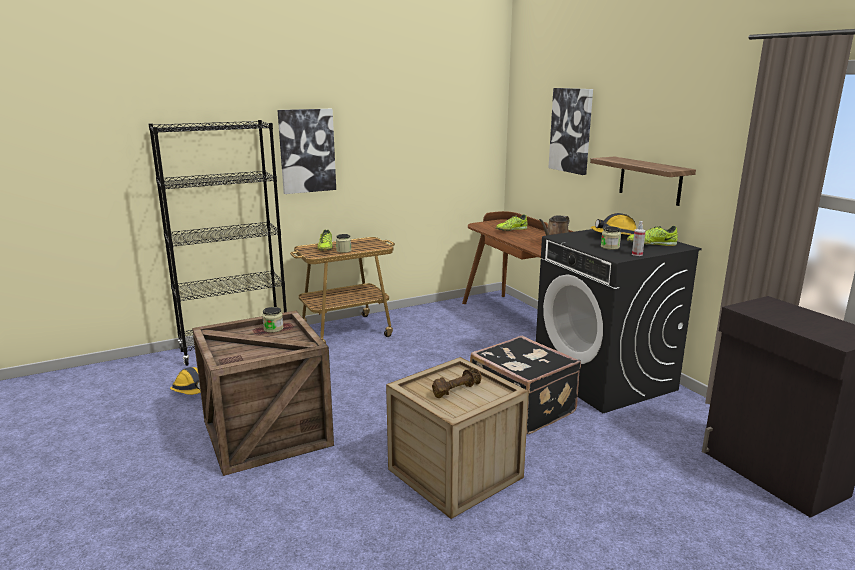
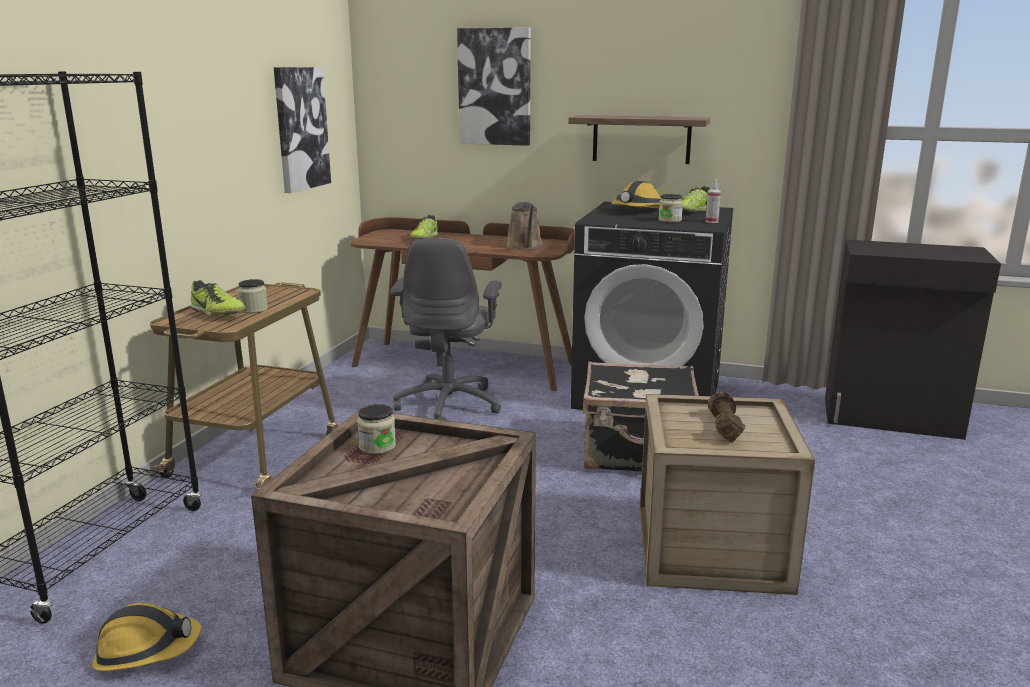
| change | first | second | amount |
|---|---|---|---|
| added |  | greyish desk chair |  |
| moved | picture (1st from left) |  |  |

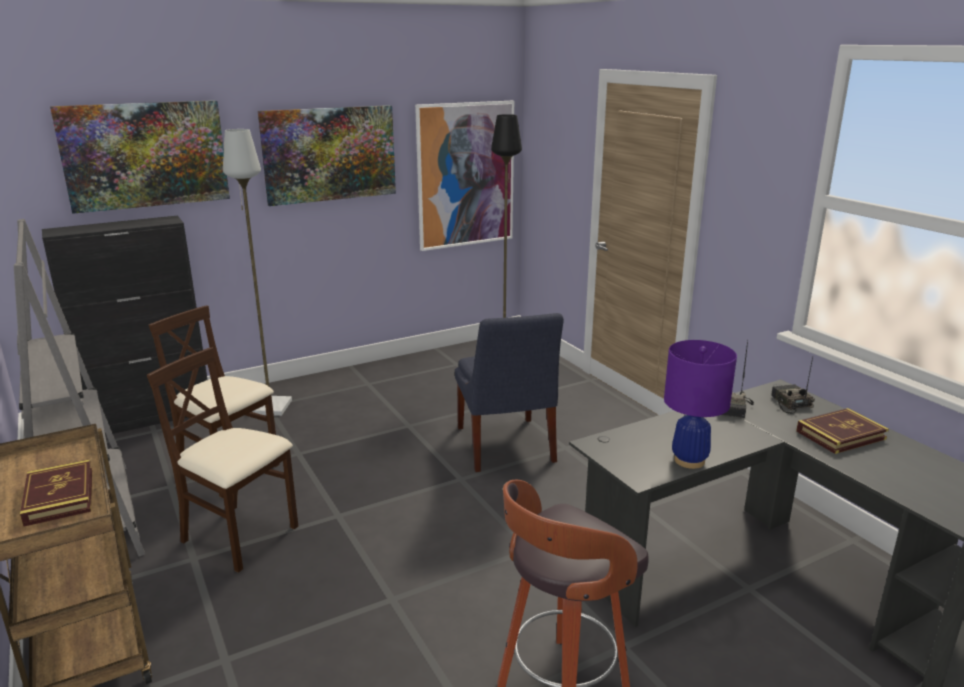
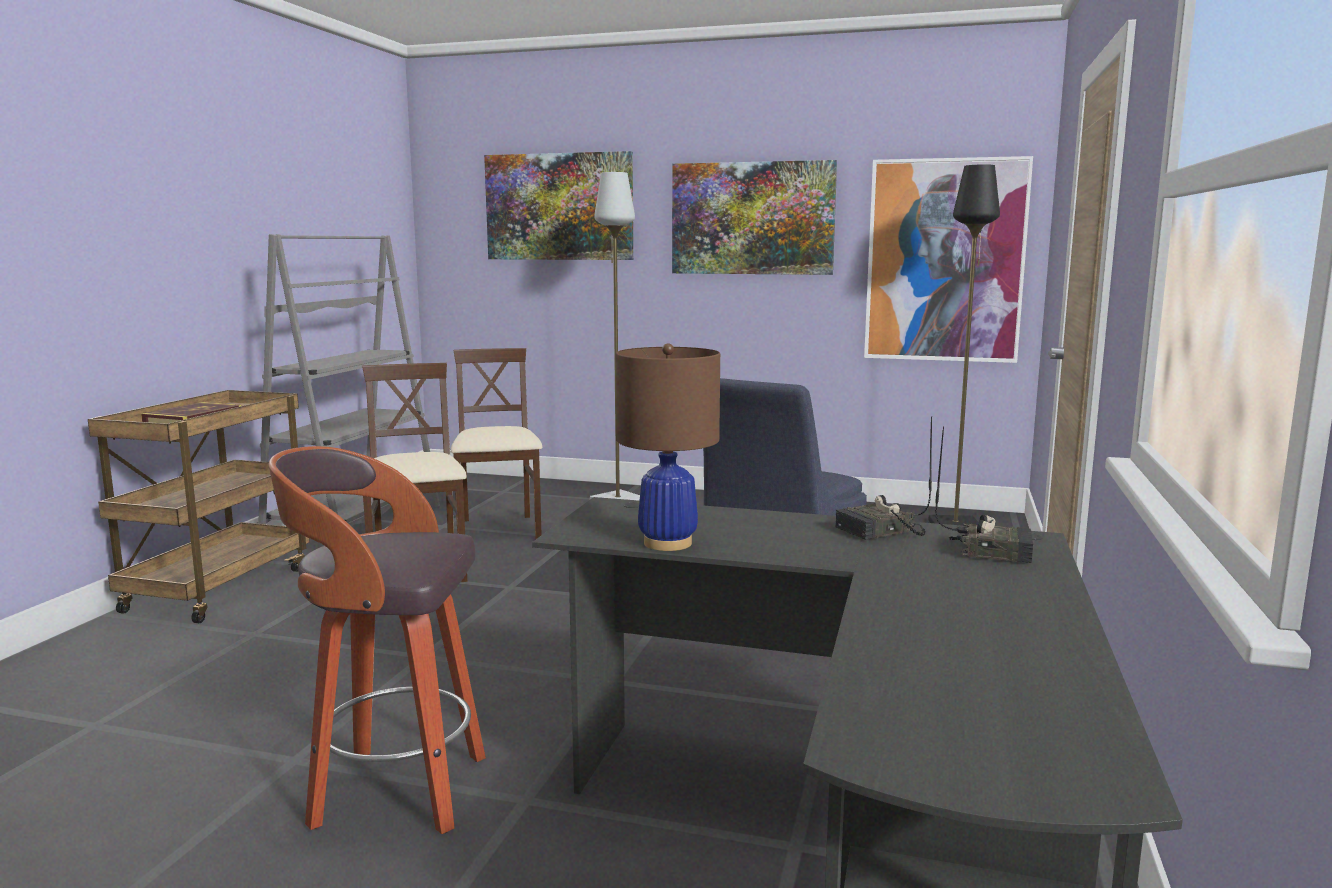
| change | first | second | amount |
|---|---|---|---|
| removed | black cabinet |  |  |
| removed | volume (2nd from left) |  |  |
| recoloured | purplish lamp for a table | brownish lamp for a table |  |
| turned | radio set (2nd from left) |  | 75 degrees clockwise |

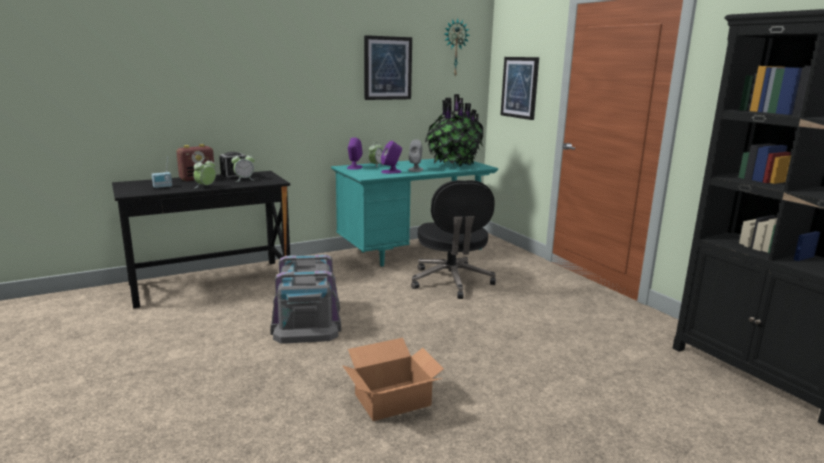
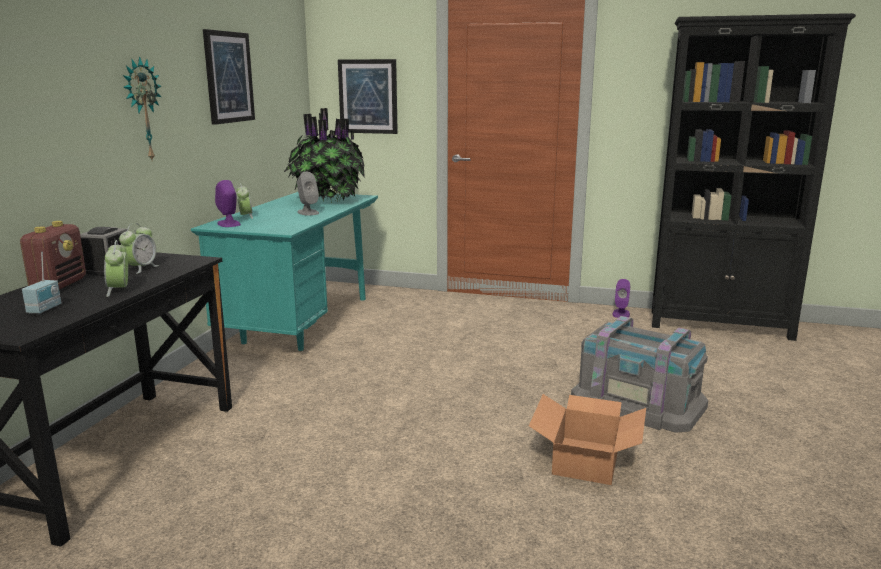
| change | first | second | amount |
|---|---|---|---|
| removed | black desk chair |  |  |
| moved | greyish storage container |  |  |
| moved | purplish speaker (2nd from left) |  |  |
| moved | wall clock |  |  |

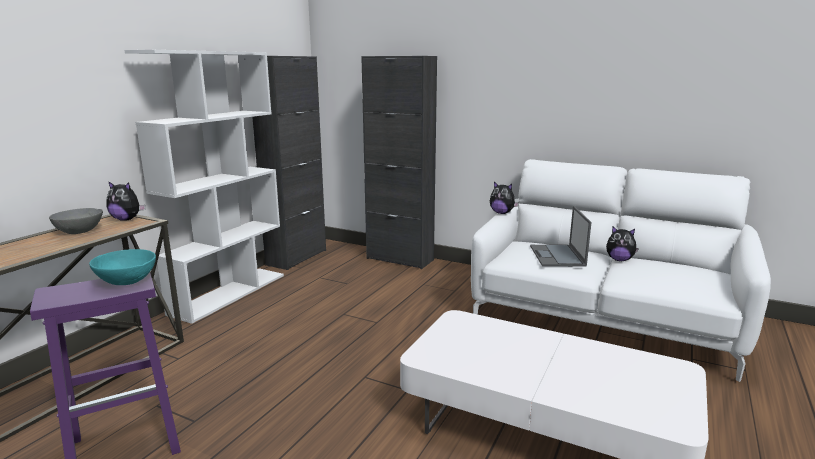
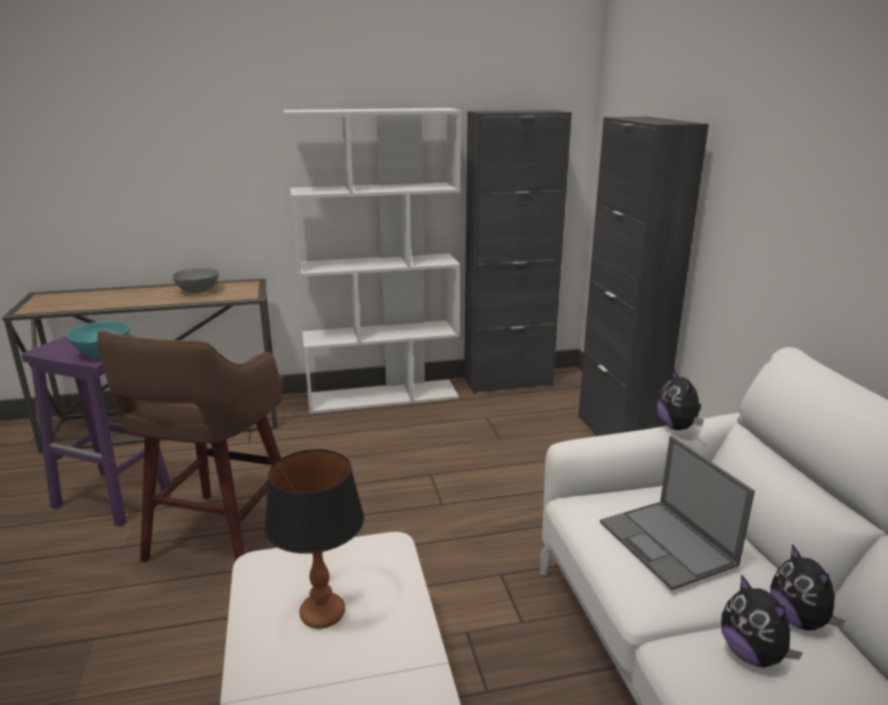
| change | first | second | amount |
|---|---|---|---|
| added |  | brownish stool seat |  |
| added |  | lamp for a table |  |
| moved | cuddly toy (1st from left in the first image) | cuddly toy (2nd from left) |  |
| turned | laptop |  | 75 degrees counterclockwise |

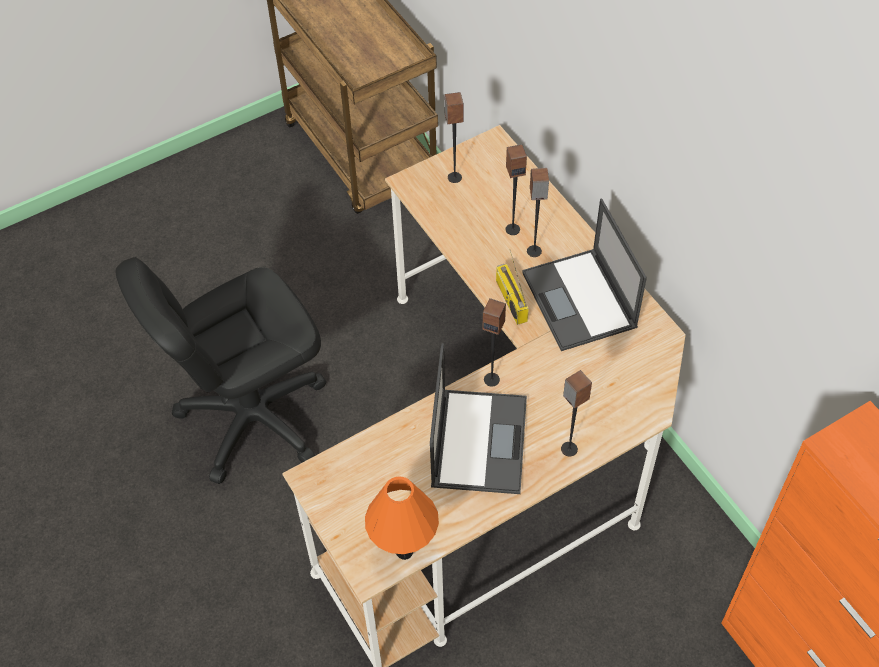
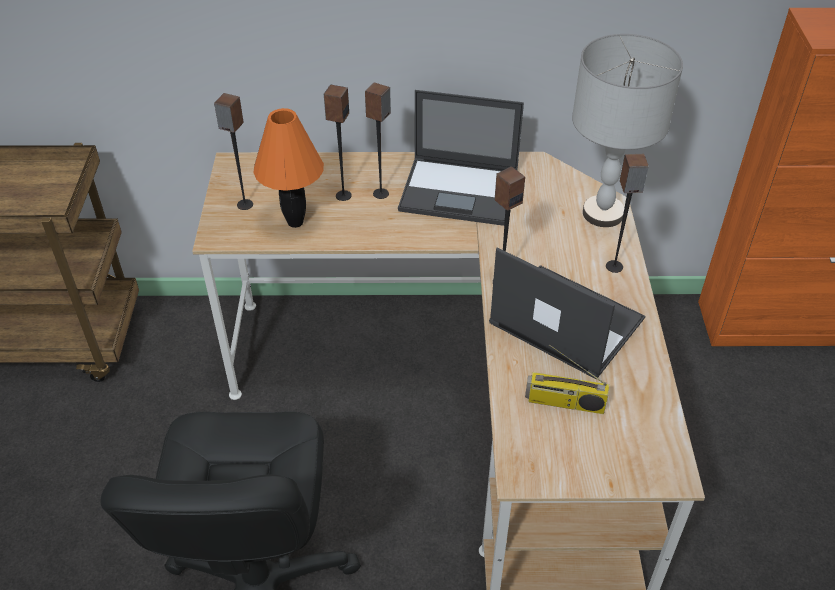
| change | first | second | amount |
|---|---|---|---|
| added |  | greyish lamp for a table |  |
| moved | orangey lamp for a table |  |  |
| moved | radio set |  |  |

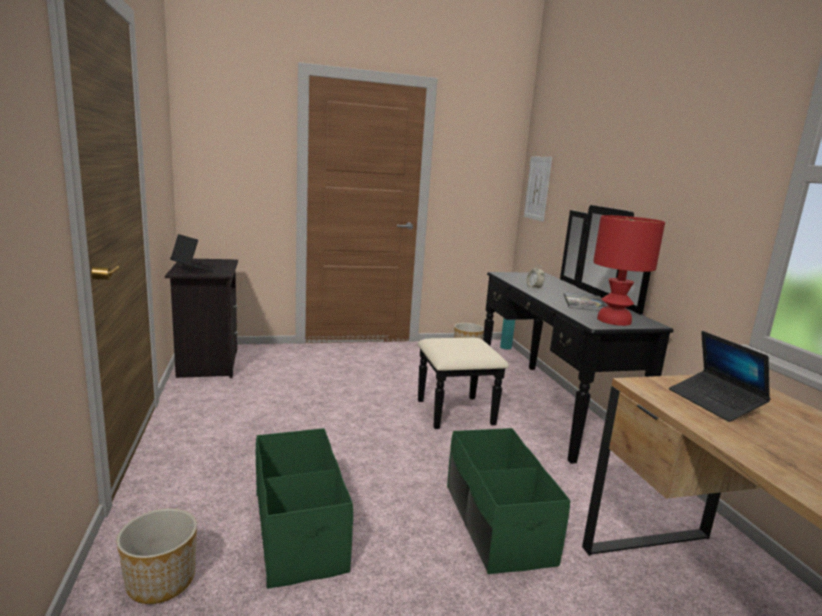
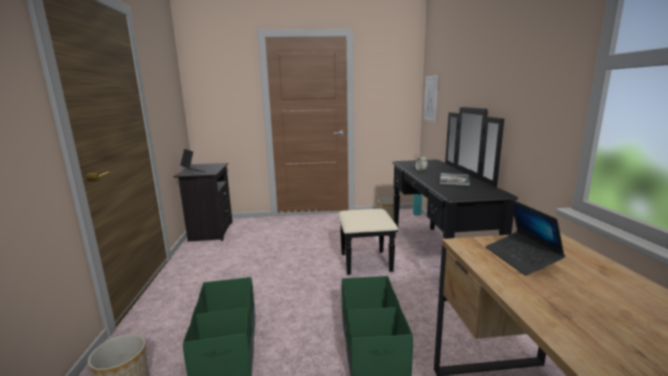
| change | first | second | amount |
|---|---|---|---|
| removed | reddish lamp for a table |  |  |

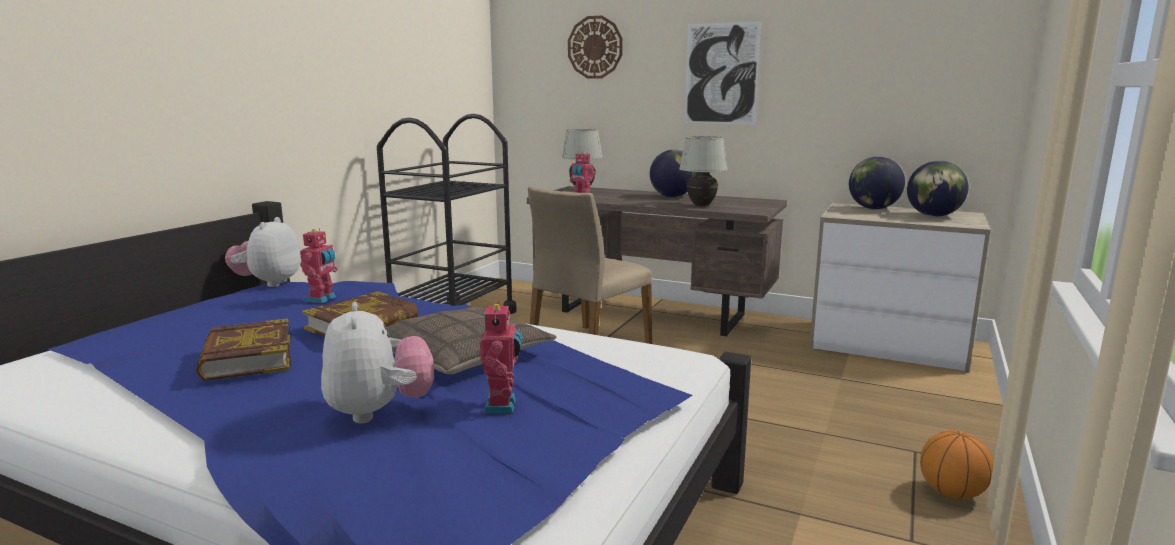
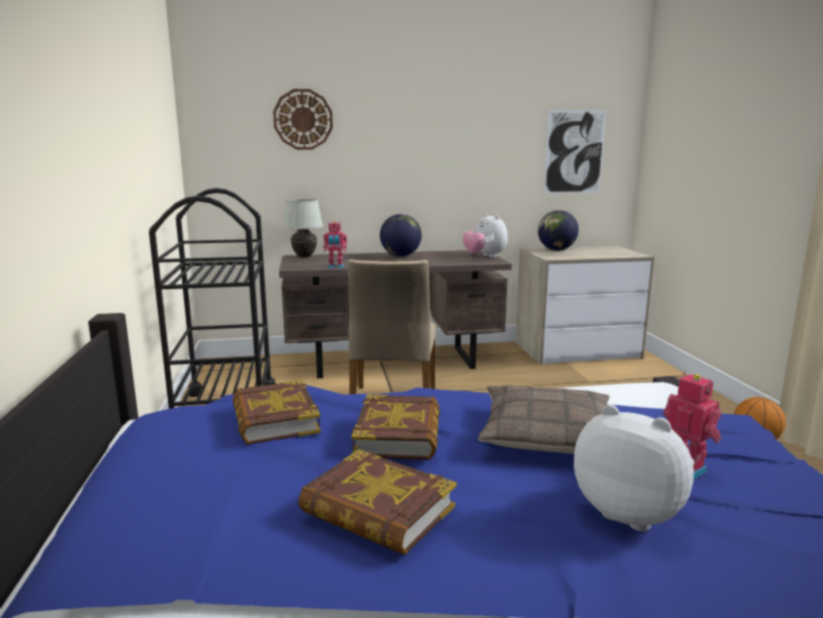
| change | first | second | amount |
|---|---|---|---|
| removed | white lamp for a table (2nd from left) |  |  |
| removed | desk globe (3rd from left) |  |  |
| moved | cuddly toy (1st from left) |  |  |
| moved | picture |  |  |
| replaced | model robot (1st from left) | volume (1st from left) |  |

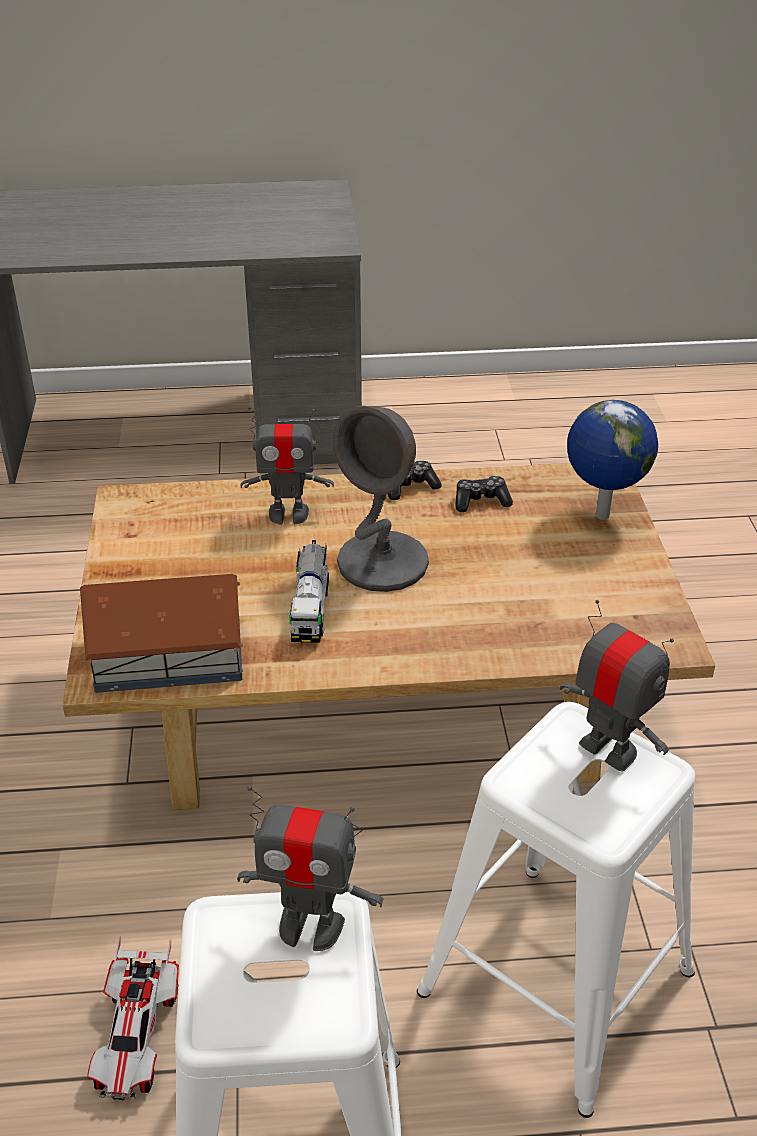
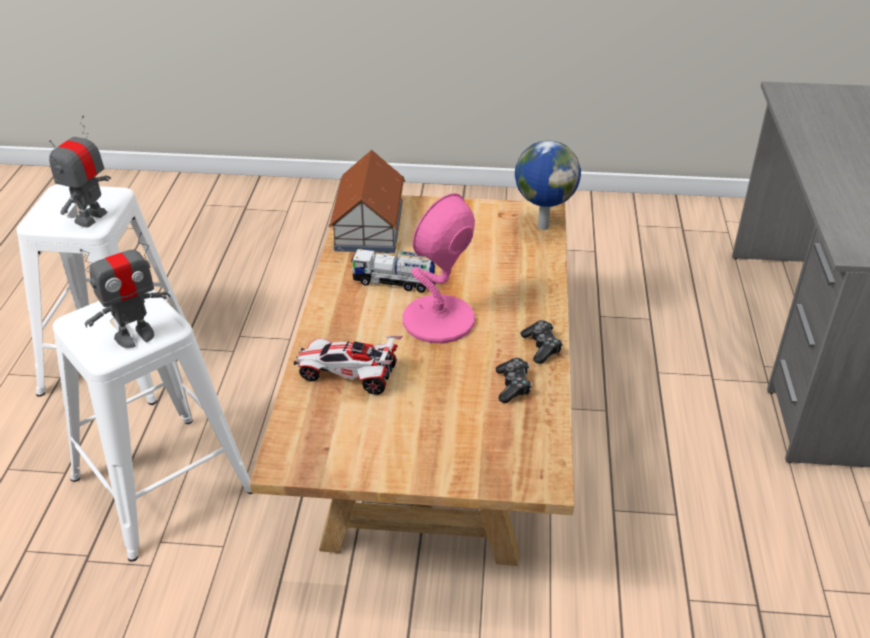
| change | first | second | amount |
|---|---|---|---|
| removed | model robot (1st from left) |  |  |
| moved | model car |  |  |
| moved | desk globe |  |  |
| recoloured | greyish lamp for a table | pink lamp for a table |  |

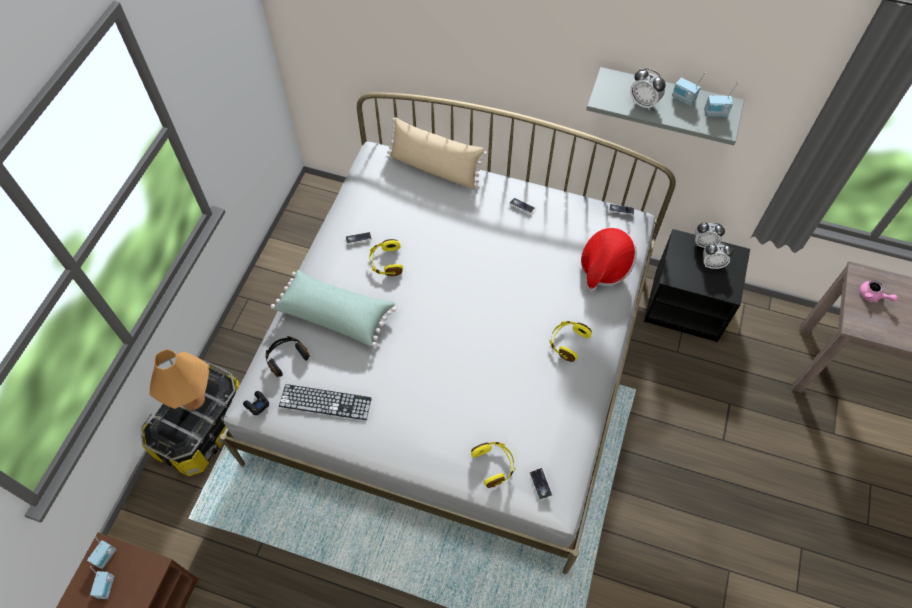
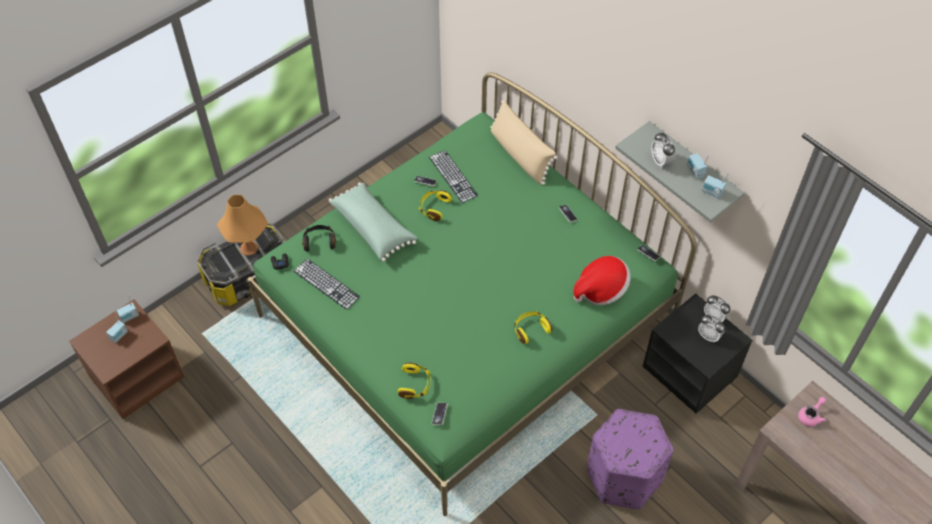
| change | first | second | amount |
|---|---|---|---|
| added |  | keyboard (2nd from left) |  |
| added |  | purplish footrest |  |
| recoloured | white bedroom bed | green-coloured bedroom bed |  |
| turned | pink tea pot |  | 120 degrees counterclockwise |

